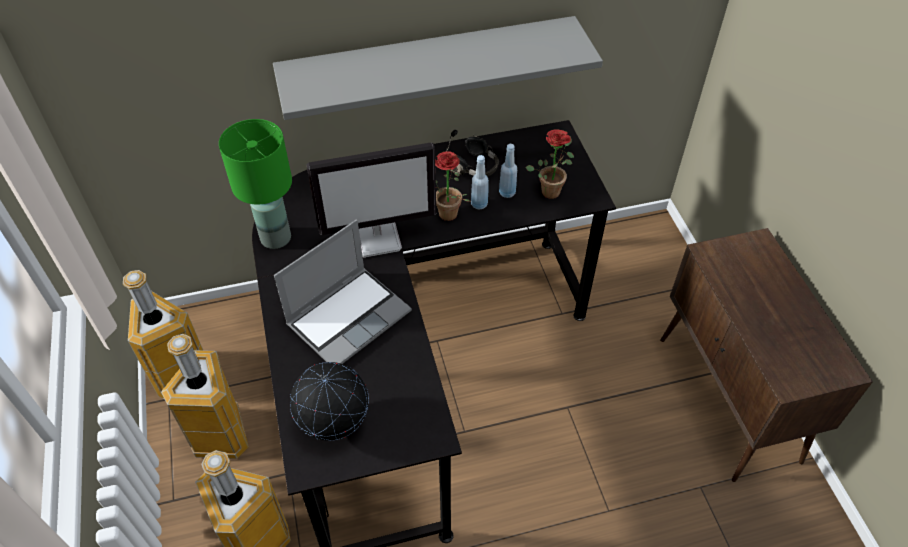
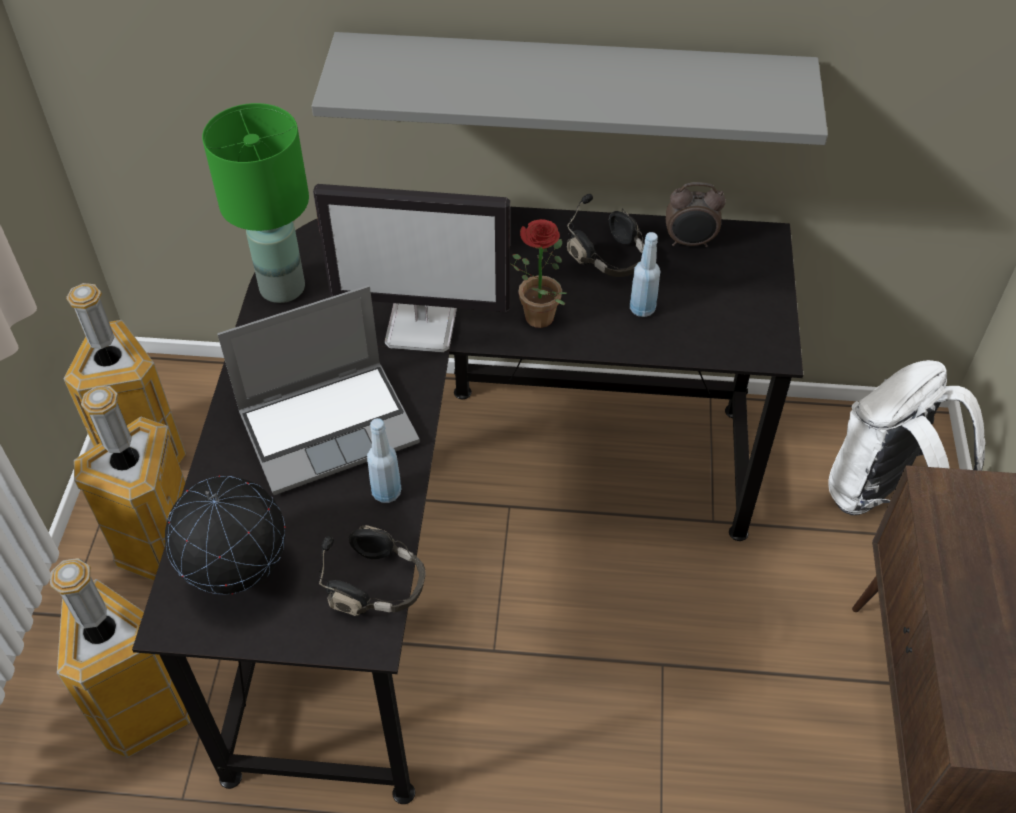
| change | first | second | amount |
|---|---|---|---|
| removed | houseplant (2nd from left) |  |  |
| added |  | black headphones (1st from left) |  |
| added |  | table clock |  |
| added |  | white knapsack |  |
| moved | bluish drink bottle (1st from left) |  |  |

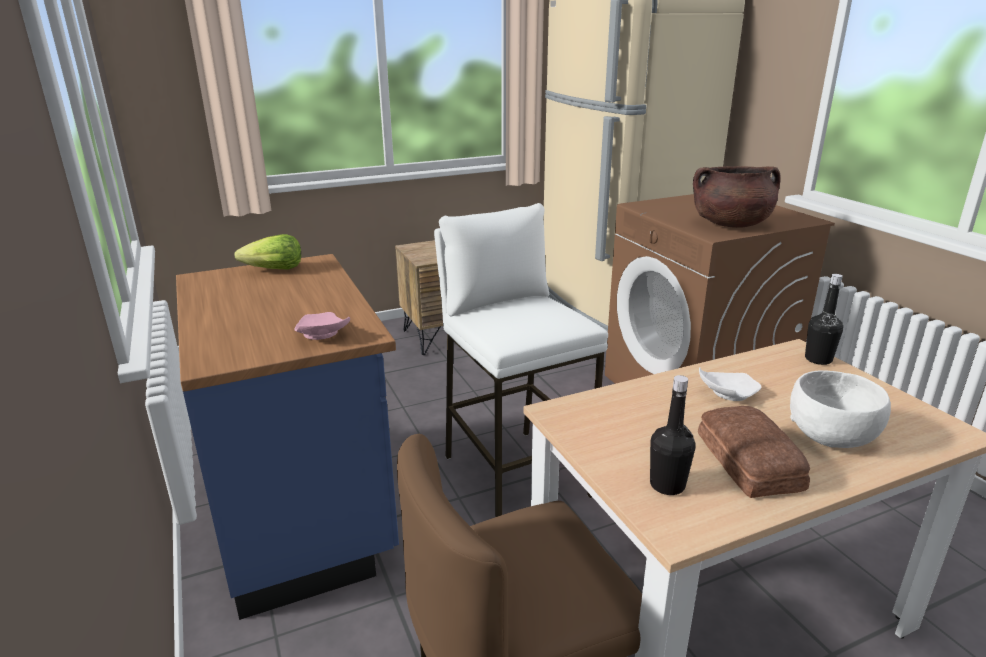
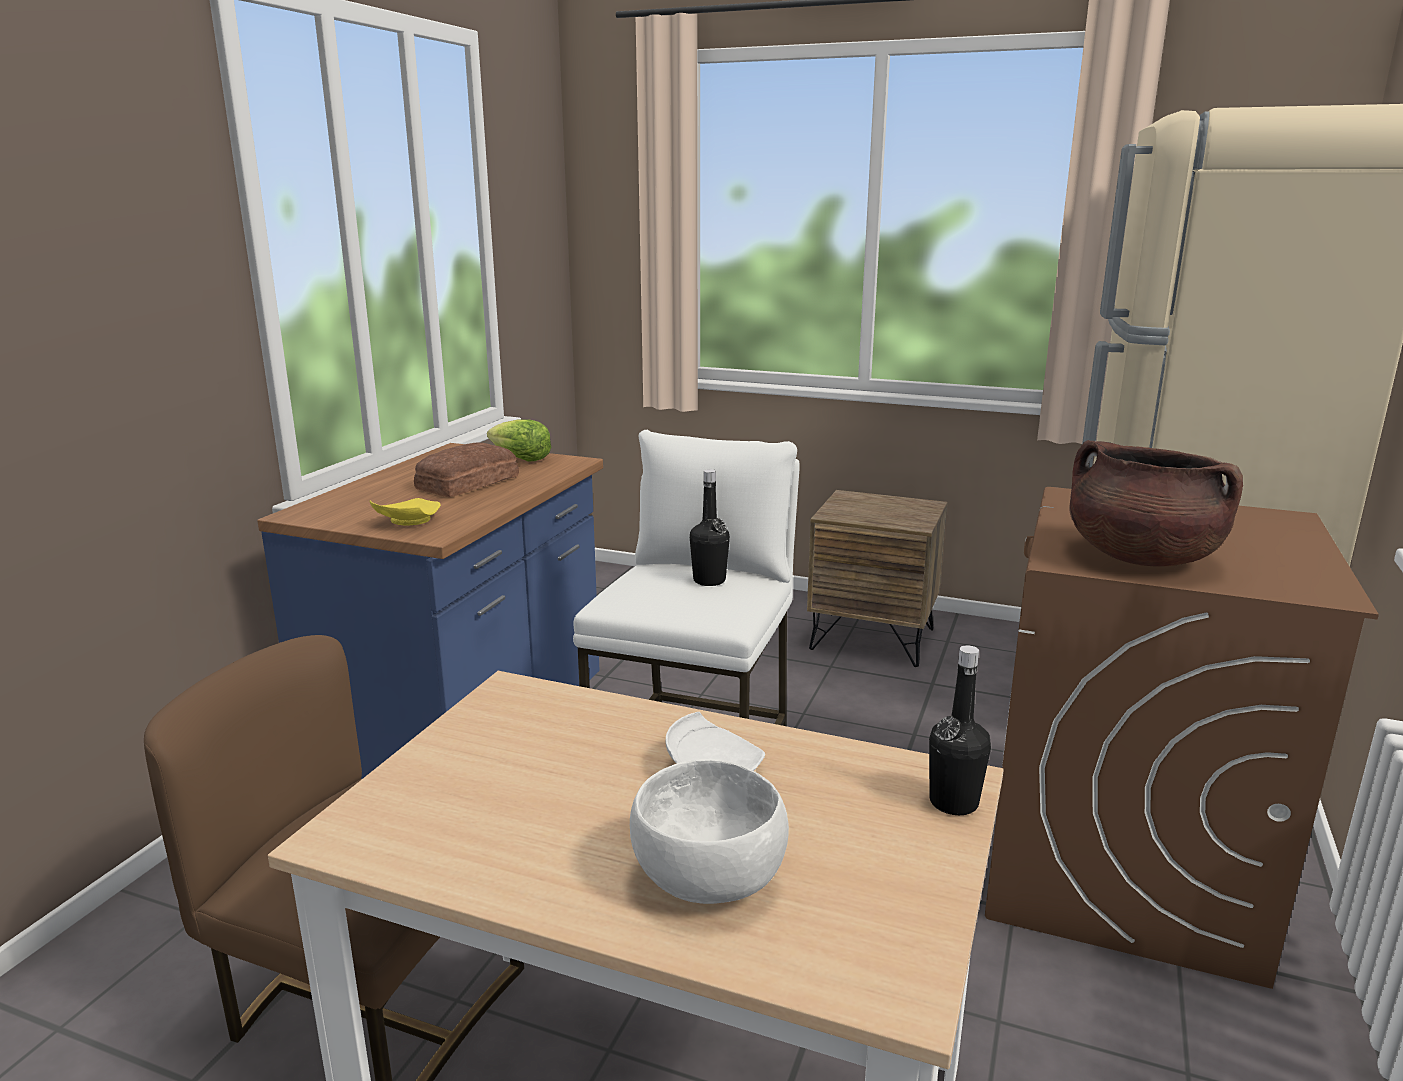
| change | first | second | amount |
|---|---|---|---|
| moved | black drink bottle (1st from left) |  |  |
| moved | bakery bread |  |  |
| recoloured | pink flat dish | yellow flat dish |  |

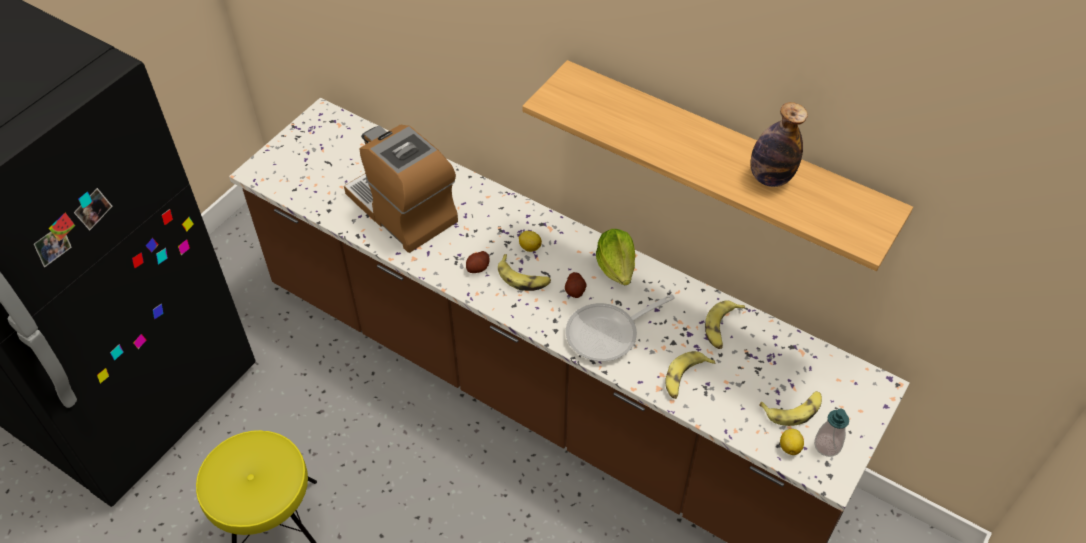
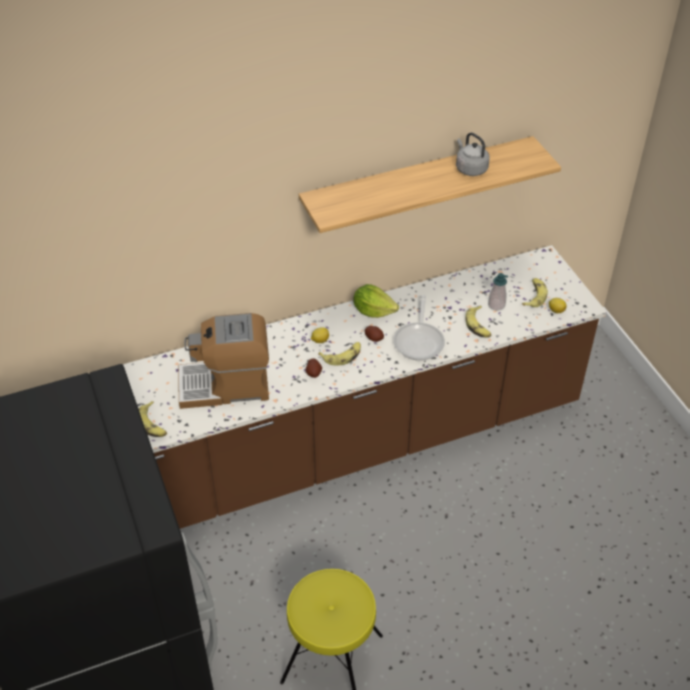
| change | first | second | amount |
|---|---|---|---|
| moved | whole banana (3rd from left in the first image) | whole banana (1st from left) |  |
| moved | soap dispenser |  |  |
| replaced | drink bottle | greyish kettle |  |

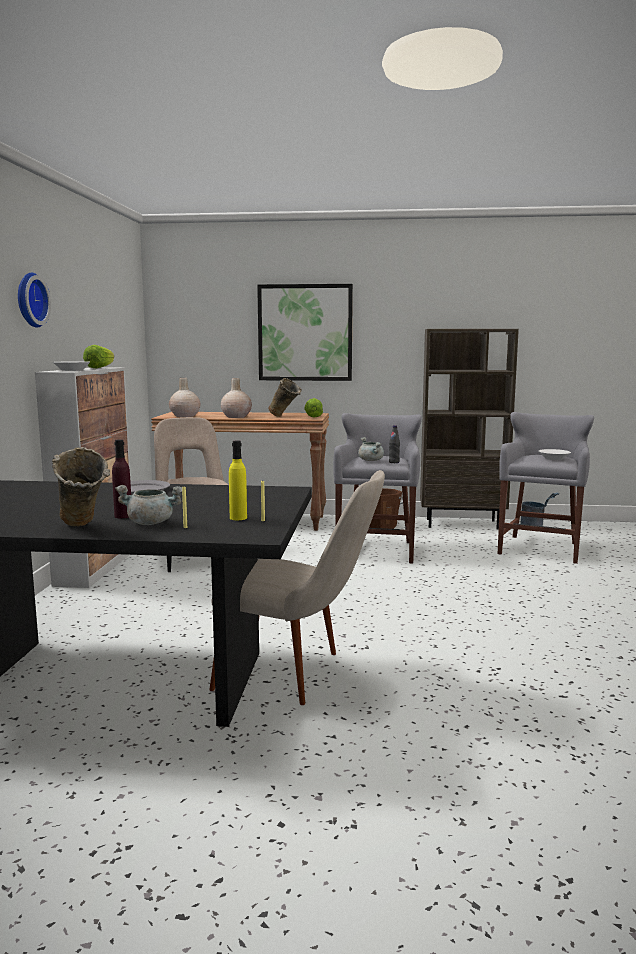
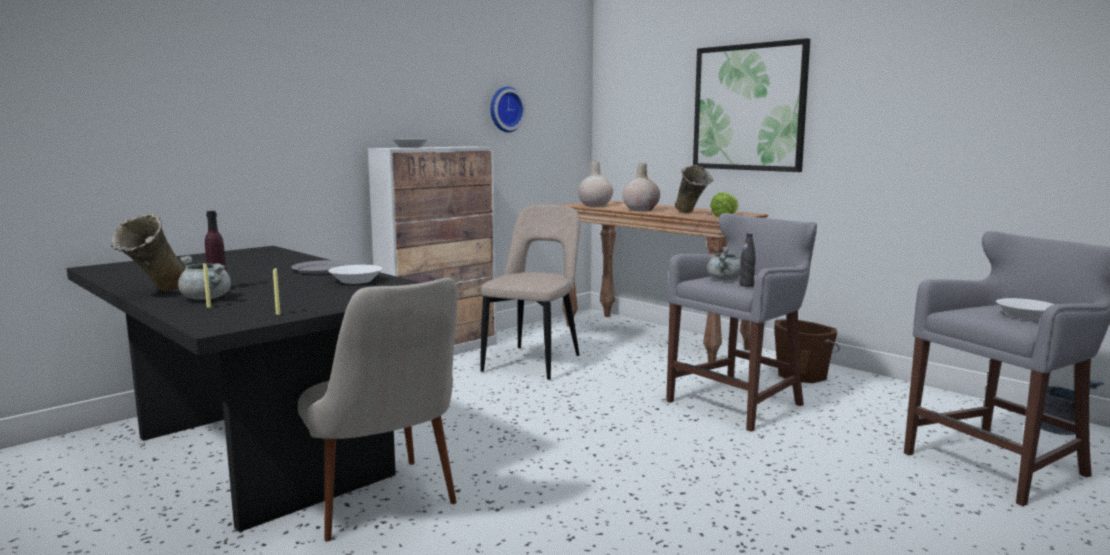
| change | first | second | amount |
|---|---|---|---|
| removed | lettuce head (1st from left) |  |  |
| removed | yellow drink bottle |  |  |
| removed | brownish bookcase |  |  |
| added |  | white deep dish (1st from left) |  |
| moved | wall clock |  |  |

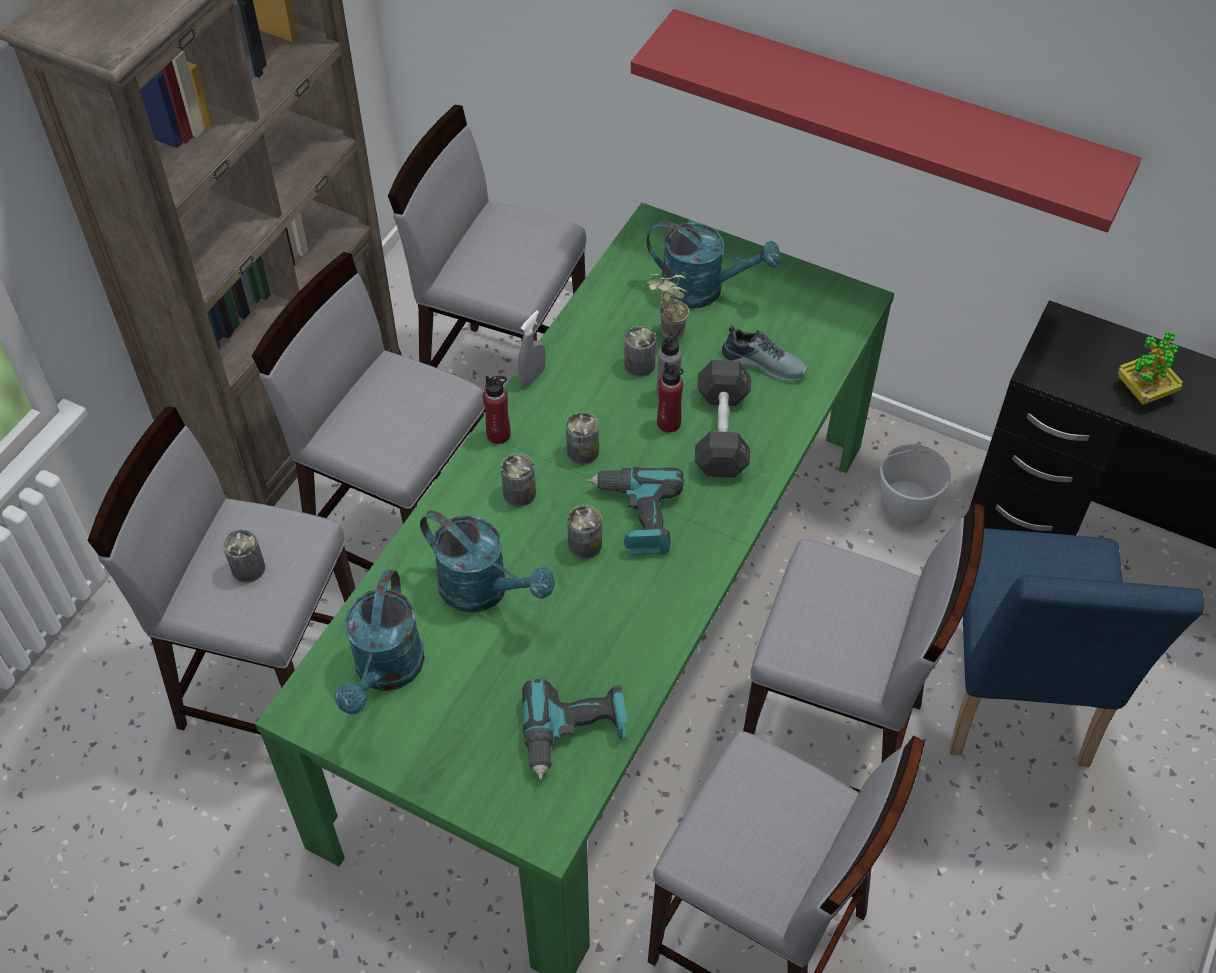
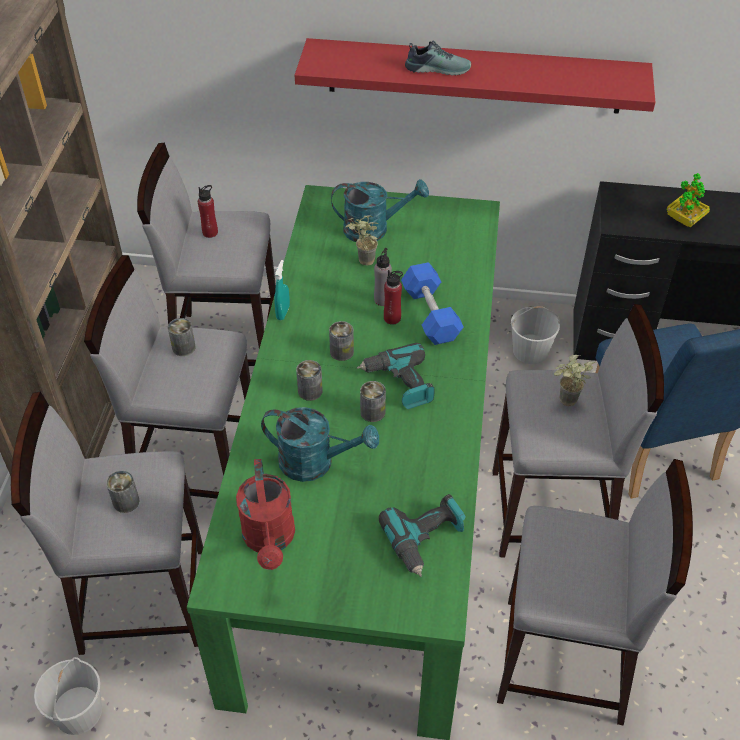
| change | first | second | amount |
|---|---|---|---|
| added |  | white bucket (1st from left) |  |
| added |  | houseplant (2nd from left) |  |
| moved | reddish drink bottle (1st from left) |  |  |
| moved | can (5th from left in the first image) | can (2nd from left) |  |
| moved | low shoe |  |  |
| recoloured | turquoise-coloured watering pot (1st from left) | reddish watering pot |  |
| recoloured | greyish sprayer | turquoise-coloured sprayer |  |
| recoloured | greyish free weight | bluish free weight |  |

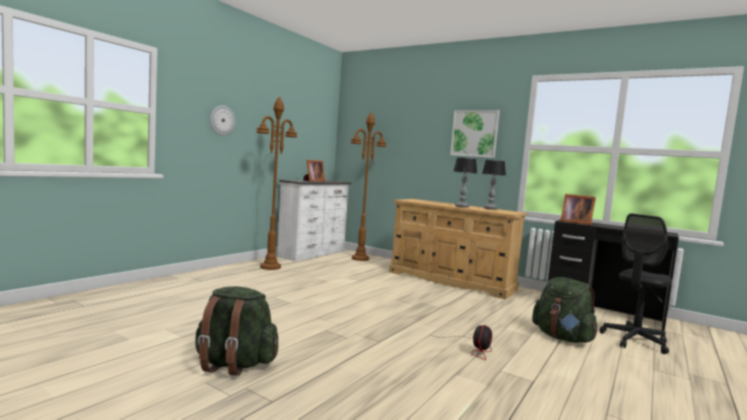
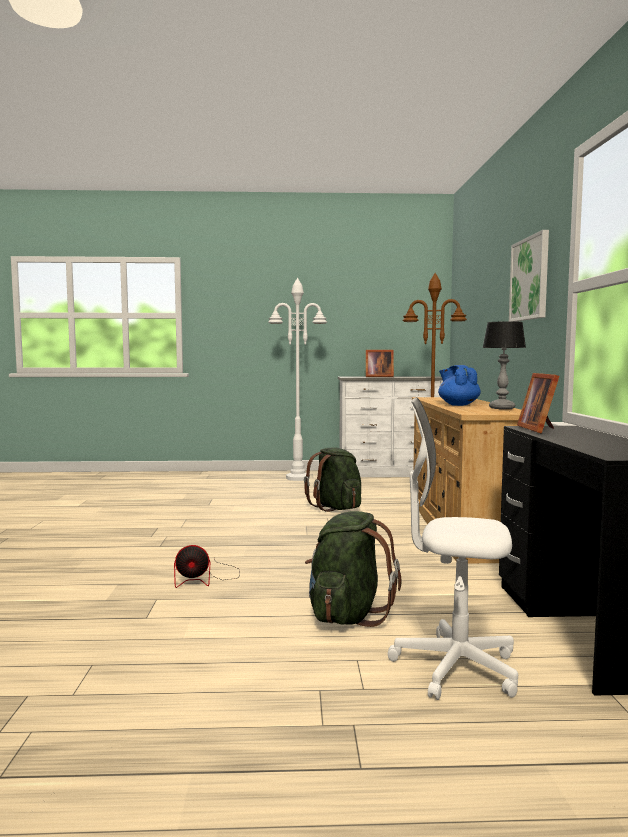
| change | first | second | amount |
|---|---|---|---|
| removed | wall clock |  |  |
| moved | green-coloured knapsack (1st from left) |  |  |
| replaced | lamp for a table (1st from left) | bluish tea pot |  |
| recoloured | brownish standing lamp (1st from left) | white standing lamp |  |
| recoloured | black desk chair | white desk chair |  |

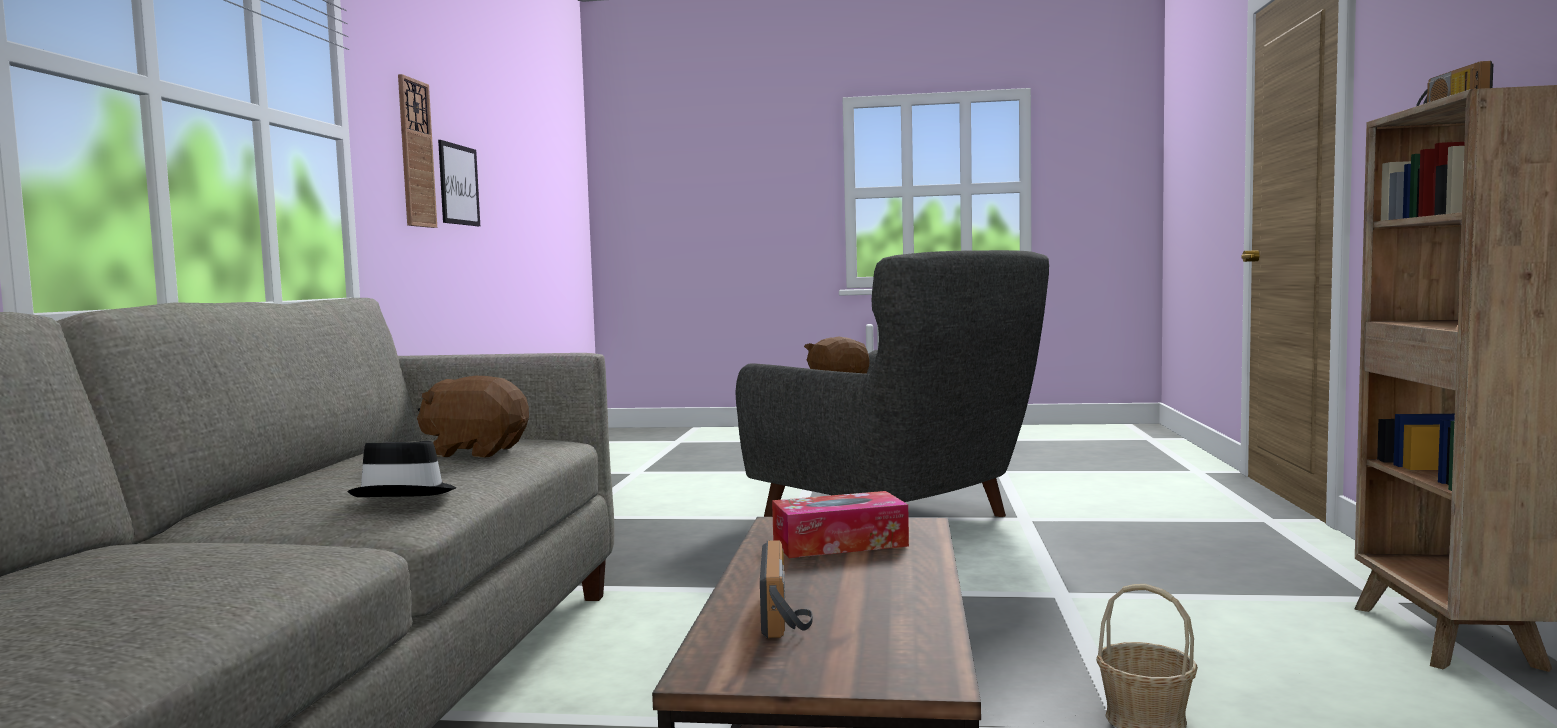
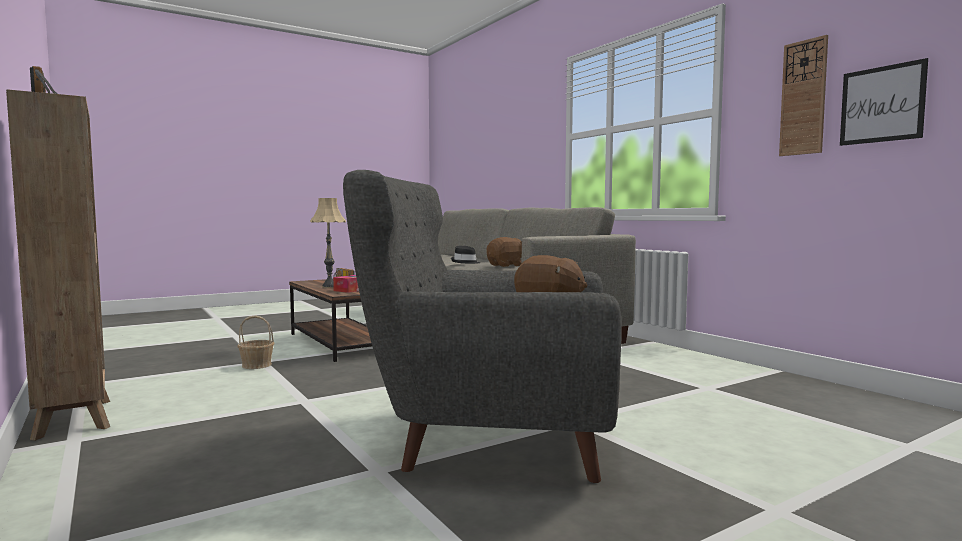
| change | first | second | amount |
|---|---|---|---|
| added |  | beige lamp for a table |  |

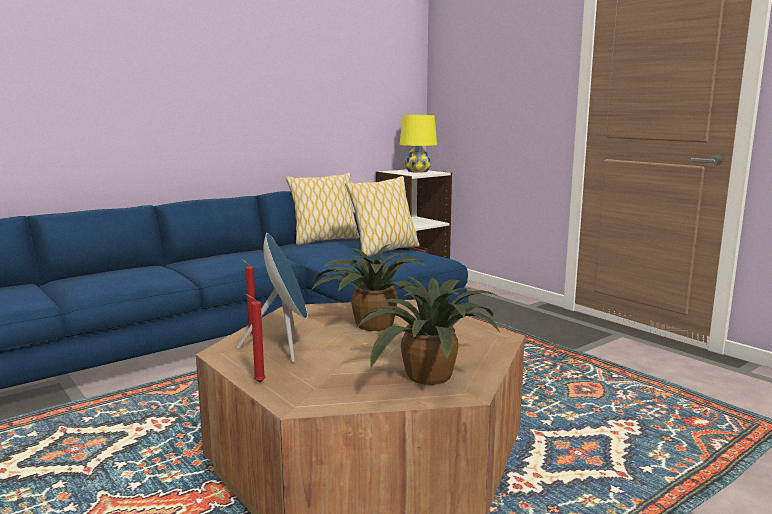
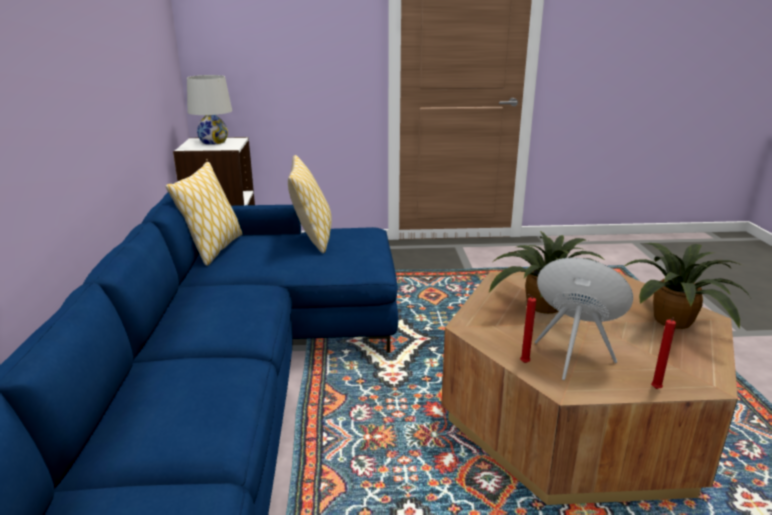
| change | first | second | amount |
|---|---|---|---|
| recoloured | yellow lamp for a table | white lamp for a table |  |

